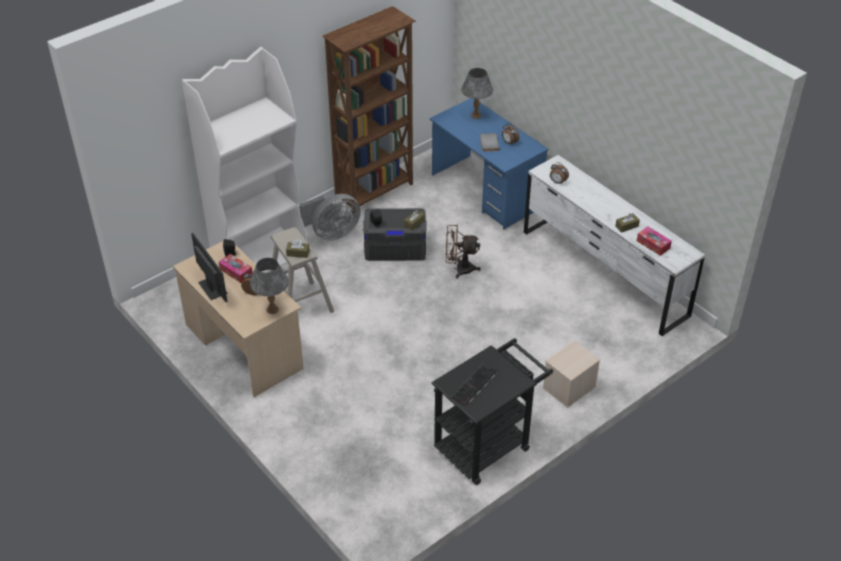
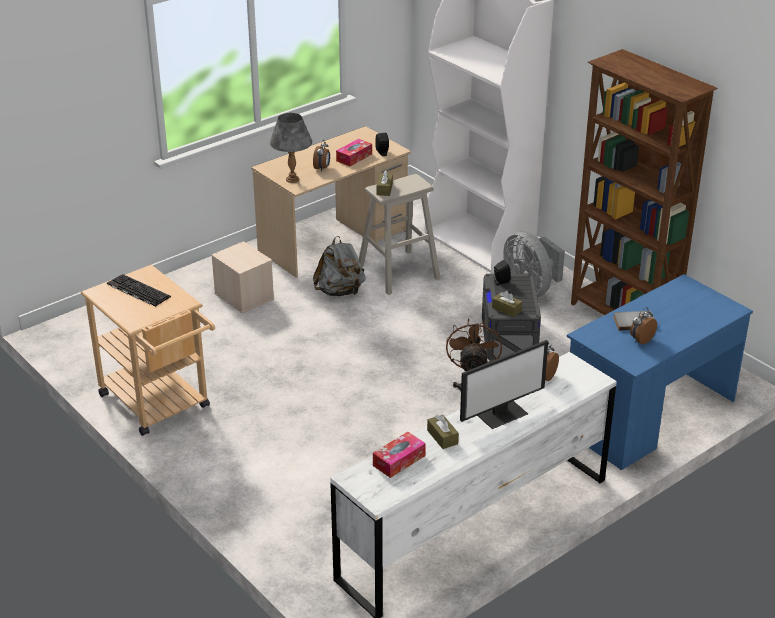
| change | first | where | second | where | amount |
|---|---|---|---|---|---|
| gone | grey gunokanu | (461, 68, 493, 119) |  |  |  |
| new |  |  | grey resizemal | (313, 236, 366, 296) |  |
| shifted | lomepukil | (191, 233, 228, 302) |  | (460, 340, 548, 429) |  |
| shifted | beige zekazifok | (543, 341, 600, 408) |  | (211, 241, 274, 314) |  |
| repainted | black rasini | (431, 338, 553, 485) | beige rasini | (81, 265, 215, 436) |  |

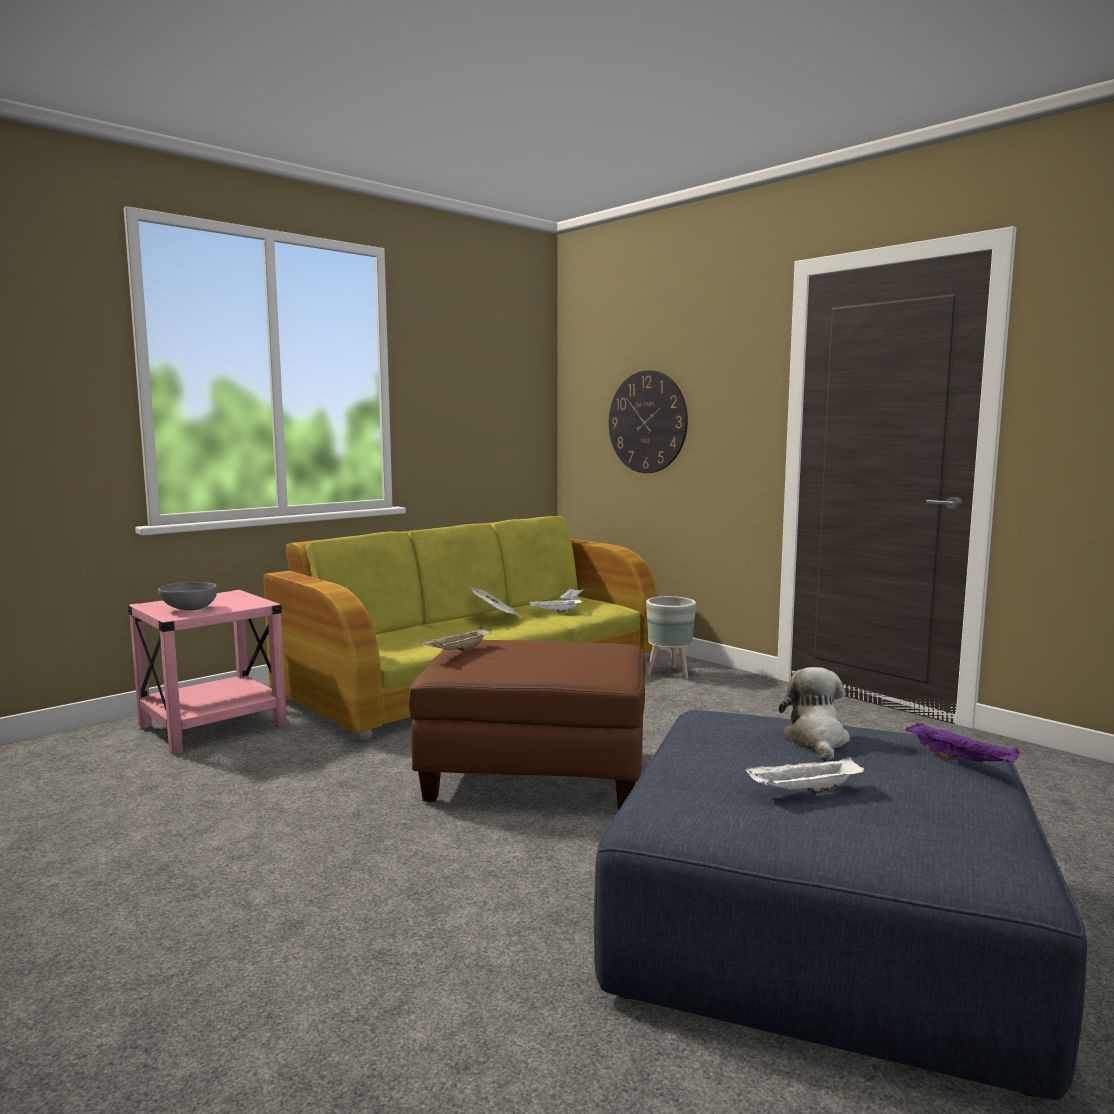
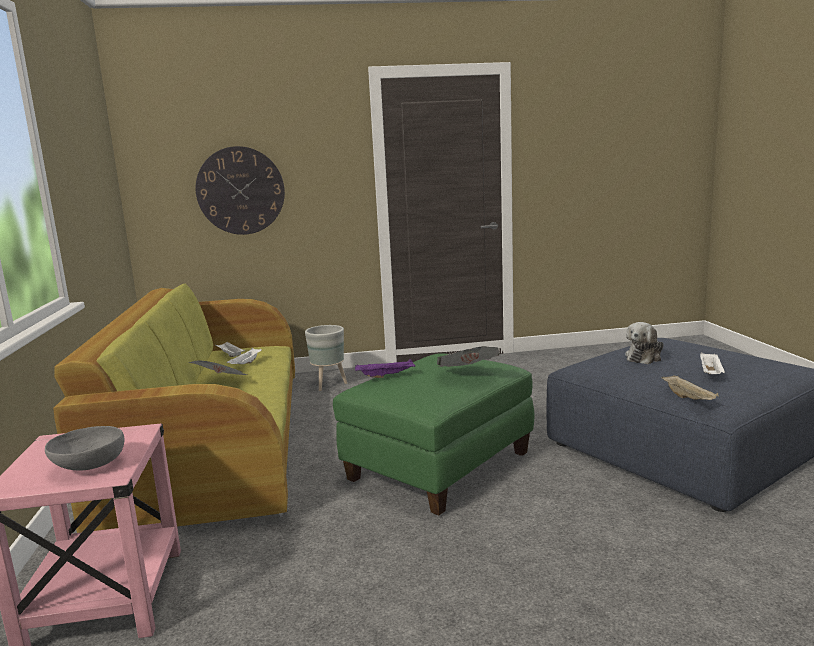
| change | first | where | second | where | amount |
|---|---|---|---|---|---|
| new |  |  | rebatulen | (437, 346, 500, 367) |  |
| shifted | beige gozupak | (421, 627, 492, 651) |  | (662, 375, 719, 400) |  |
| shifted | purple gozupak | (906, 723, 1020, 762) |  | (355, 359, 415, 378) |  |
| repainted | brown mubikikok | (408, 640, 645, 810) | green mubikikok | (333, 353, 534, 515) |  |
| rotated | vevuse | (779, 667, 850, 761) |  | (625, 322, 664, 364) | 90 degrees counterclockwise |

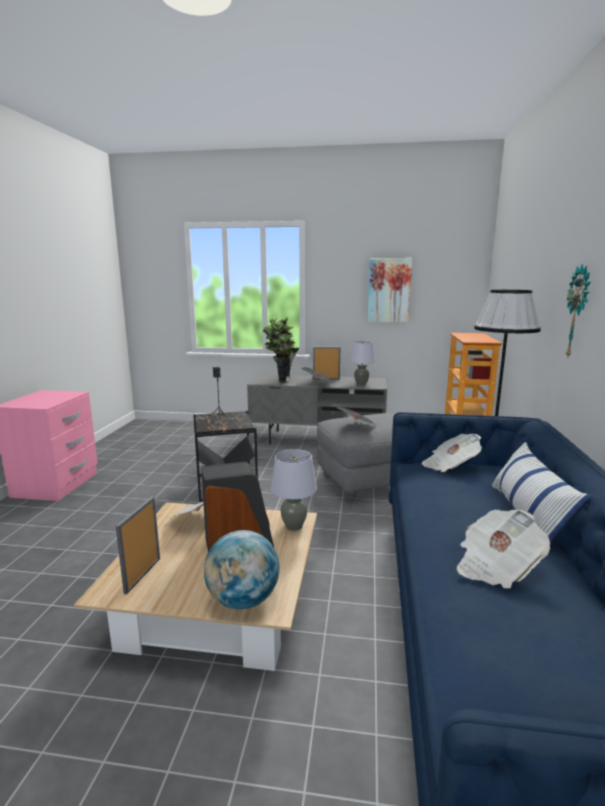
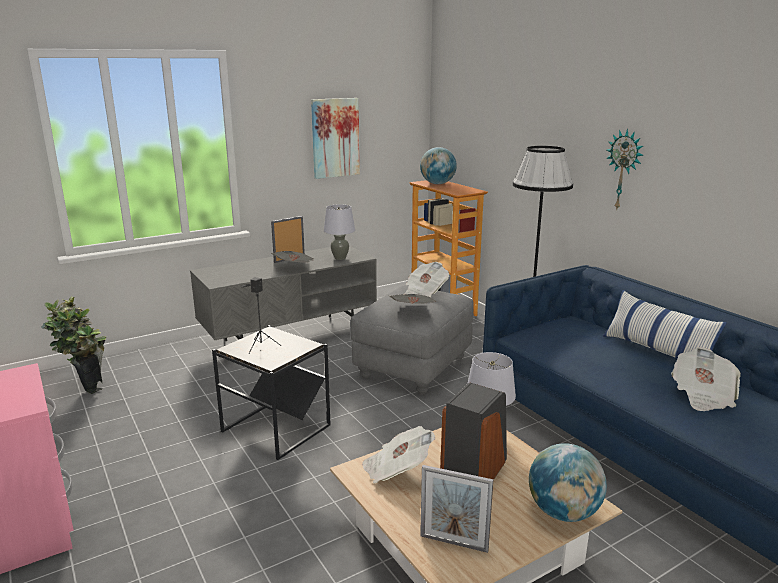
| change | first | where | second | where | amount |
|---|---|---|---|---|---|
| new |  |  | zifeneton | (420, 147, 457, 184) |  |
| shifted | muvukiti | (262, 318, 300, 383) |  | (41, 297, 106, 394) |  |
| shifted | rebatulen | (422, 434, 482, 472) |  | (405, 262, 449, 297) |  |
| rotated | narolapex | (116, 496, 160, 595) |  | (420, 465, 493, 553) | 45 degrees counterclockwise |

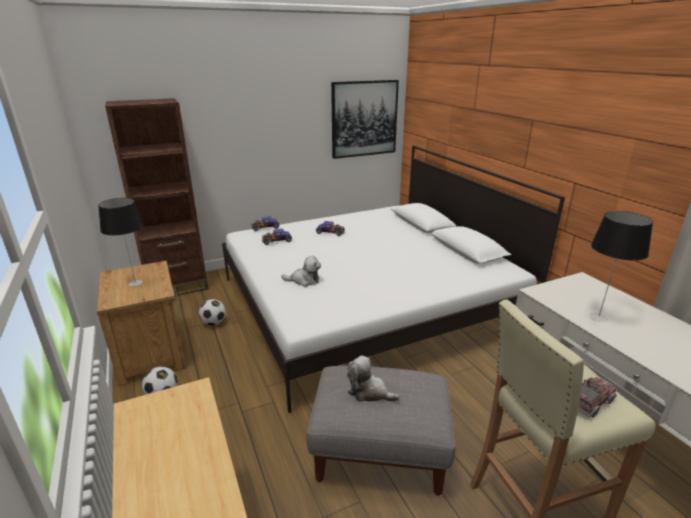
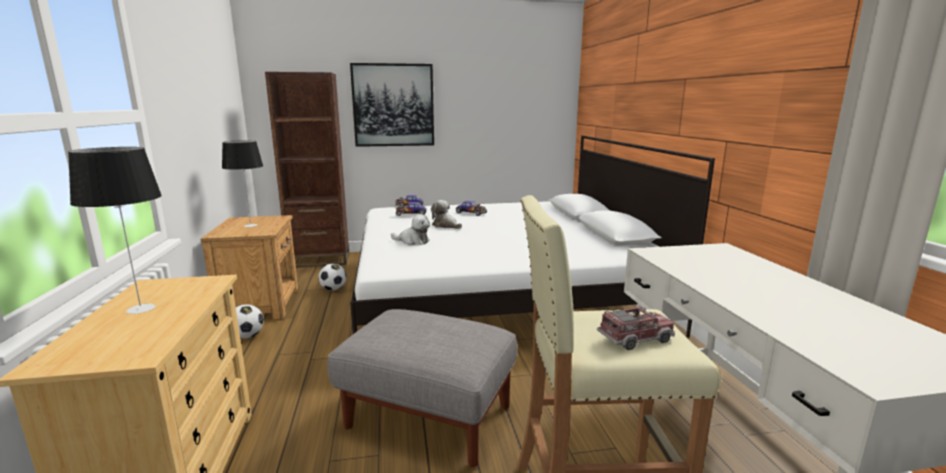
| change | first | where | second | where | amount |
|---|---|---|---|---|---|
| shifted | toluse | (331, 80, 399, 159) |  | (350, 63, 434, 147) |  |
| shifted | vevuse | (347, 356, 400, 402) |  | (431, 200, 462, 229) |  |
| shifted | gunokanu | (590, 211, 653, 322) |  | (68, 147, 162, 314) |  |

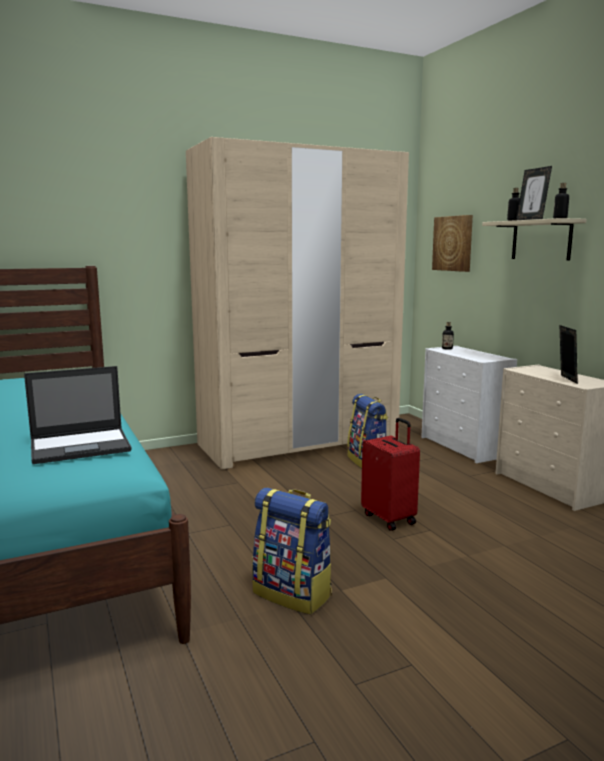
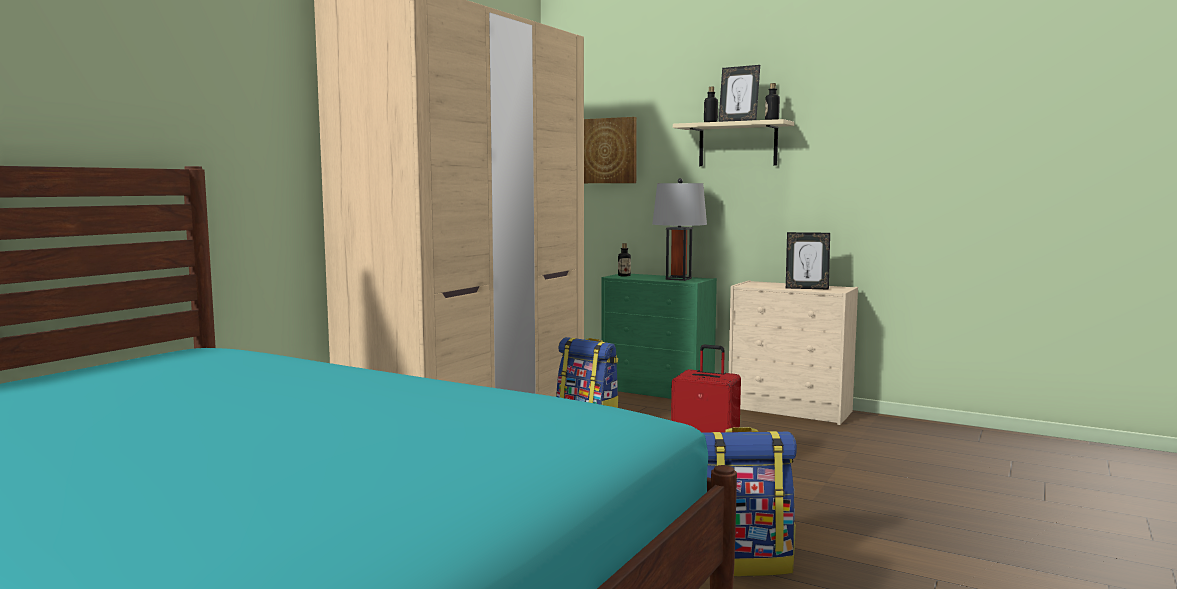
| change | first | where | second | where | amount |
|---|---|---|---|---|---|
| gone | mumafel | (24, 366, 132, 464) |  |  |  |
| new |  |  | grey gunokanu | (652, 178, 707, 281) |  |
| repainted | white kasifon | (421, 346, 517, 463) | green kasifon | (601, 274, 717, 399) |  |
| rotated | narolapex | (559, 325, 578, 384) |  | (786, 232, 830, 290) | 135 degrees clockwise |

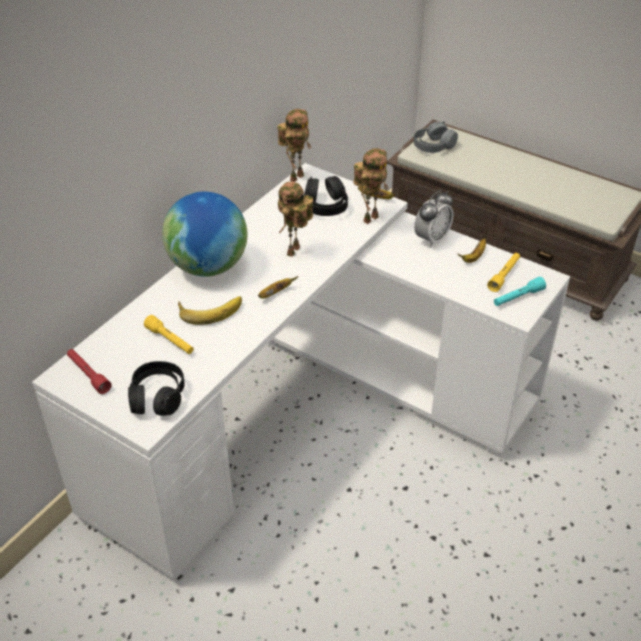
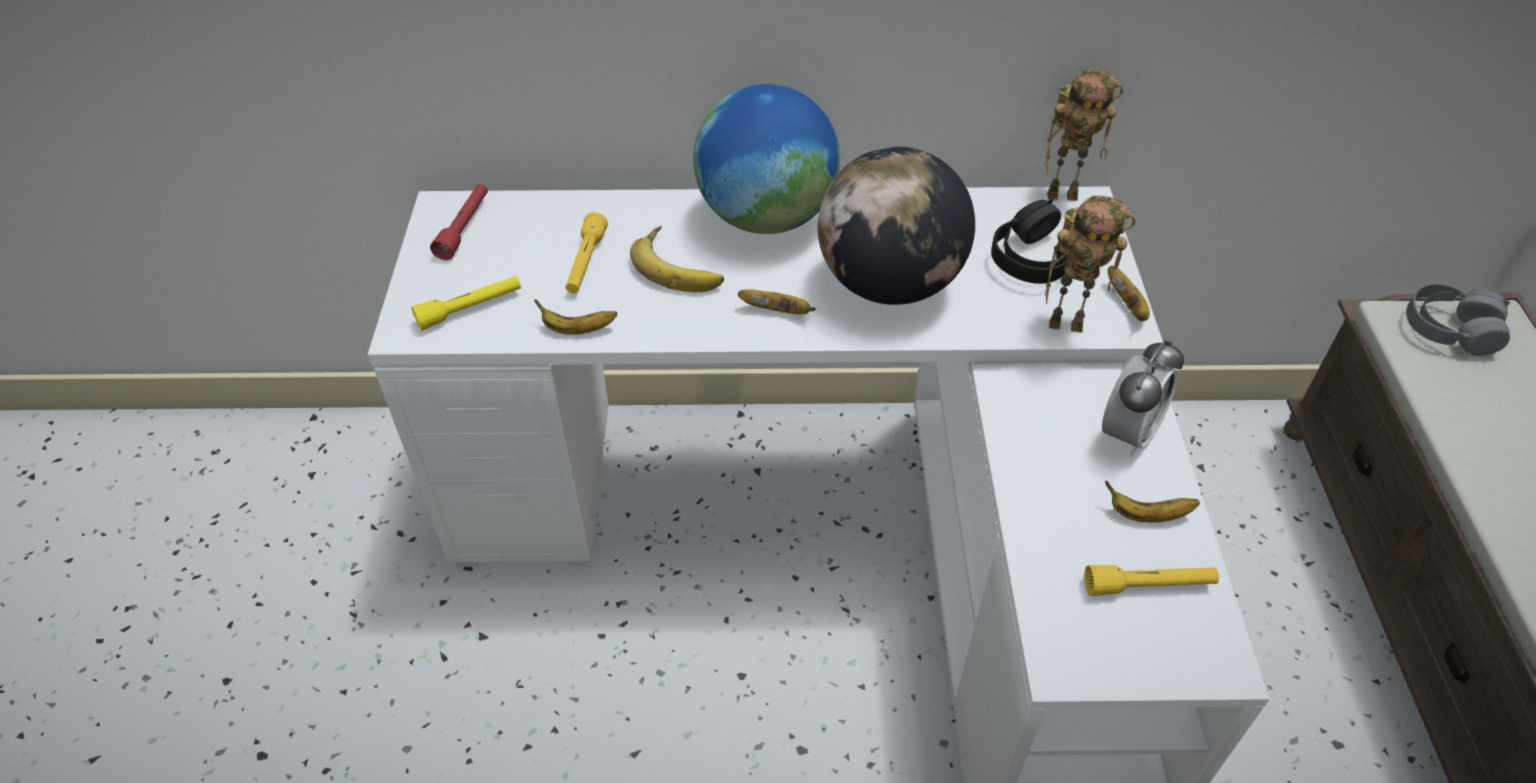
| change | first | where | second | where | amount |
|---|---|---|---|---|---|
| gone | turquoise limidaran | (494, 277, 546, 306) |  |  |  |
| new |  |  | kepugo | (534, 299, 617, 335) |  |
| swapped | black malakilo | (128, 361, 185, 416) | yellow limidaran | (411, 276, 521, 330) |  |
| swapped | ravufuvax | (278, 182, 313, 257) | zifeneton | (818, 147, 975, 305) |  |
| rotated | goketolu | (414, 190, 454, 248) |  | (1102, 340, 1184, 455) | 60 degrees counterclockwise |

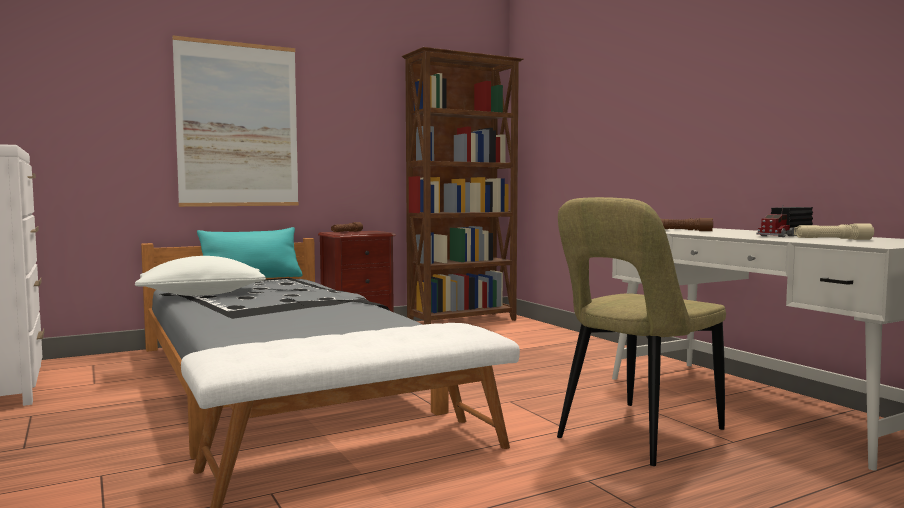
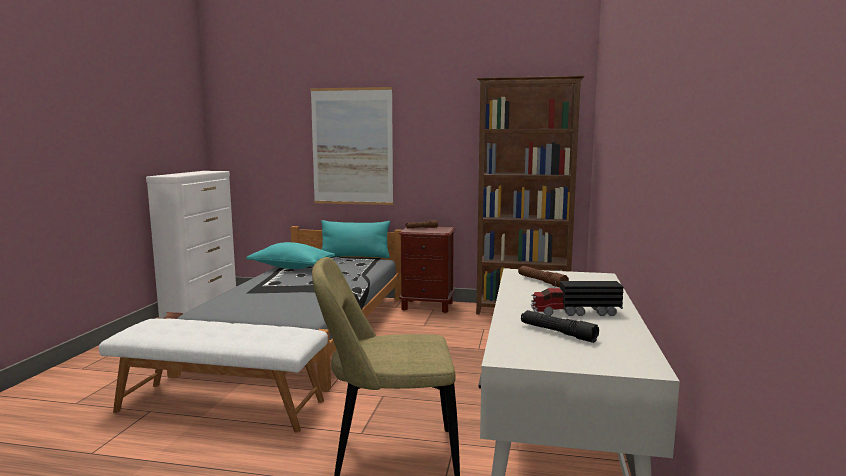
| change | first | where | second | where | amount |
|---|---|---|---|---|---|
| repainted | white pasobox | (135, 256, 266, 296) | turquoise pasobox | (246, 242, 335, 269) |  |
| repainted | beige limidaran | (794, 224, 874, 240) | black limidaran | (521, 310, 599, 343) |  |

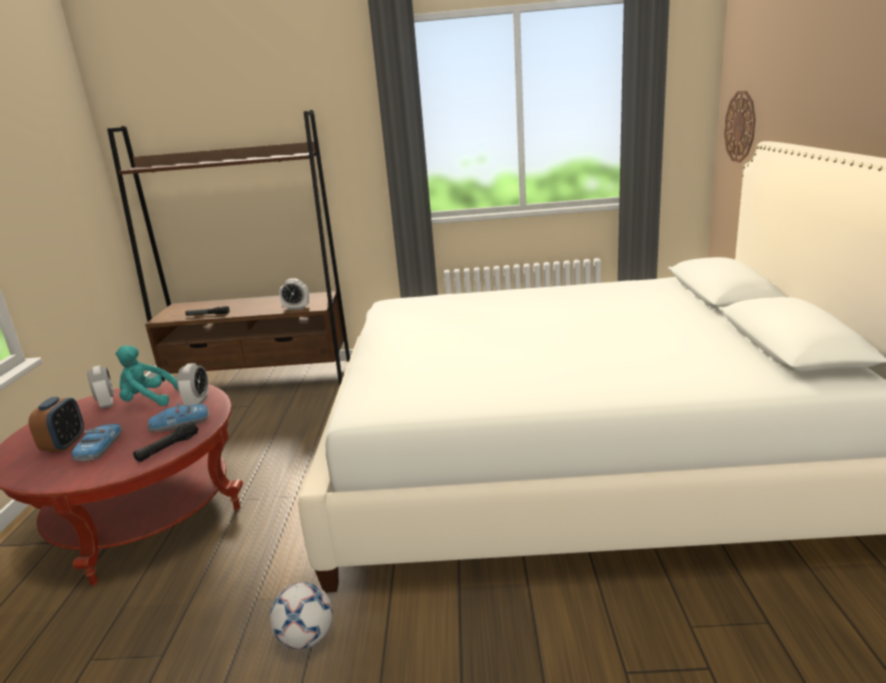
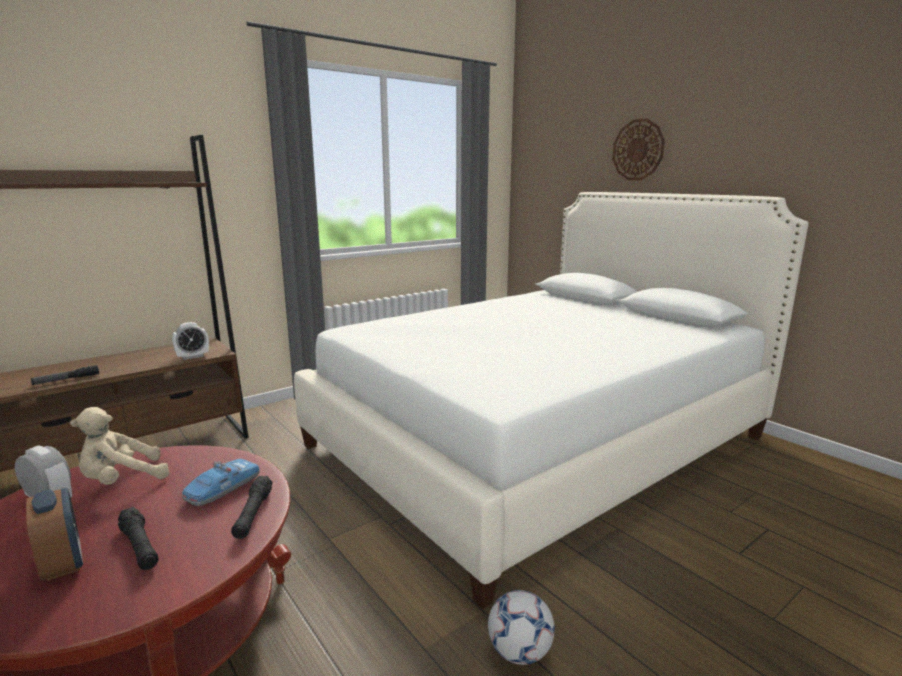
| change | first | where | second | where | amount |
|---|---|---|---|---|---|
| gone | goketolu | (177, 363, 209, 405) |  |  |  |
| shifted | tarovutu | (724, 91, 756, 163) |  | (612, 119, 665, 180) |  |
| swapped | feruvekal | (72, 424, 122, 462) | black limidaran | (118, 507, 158, 570) |  |
| repainted | turquoise vevuse | (115, 345, 178, 406) | beige vevuse | (70, 407, 170, 485) |  |

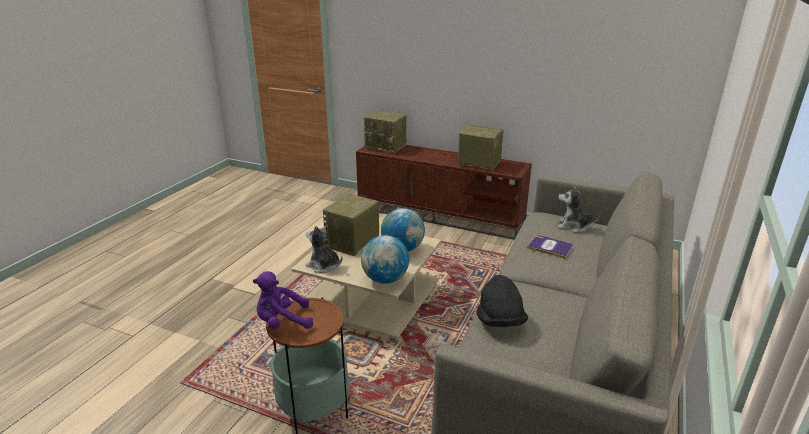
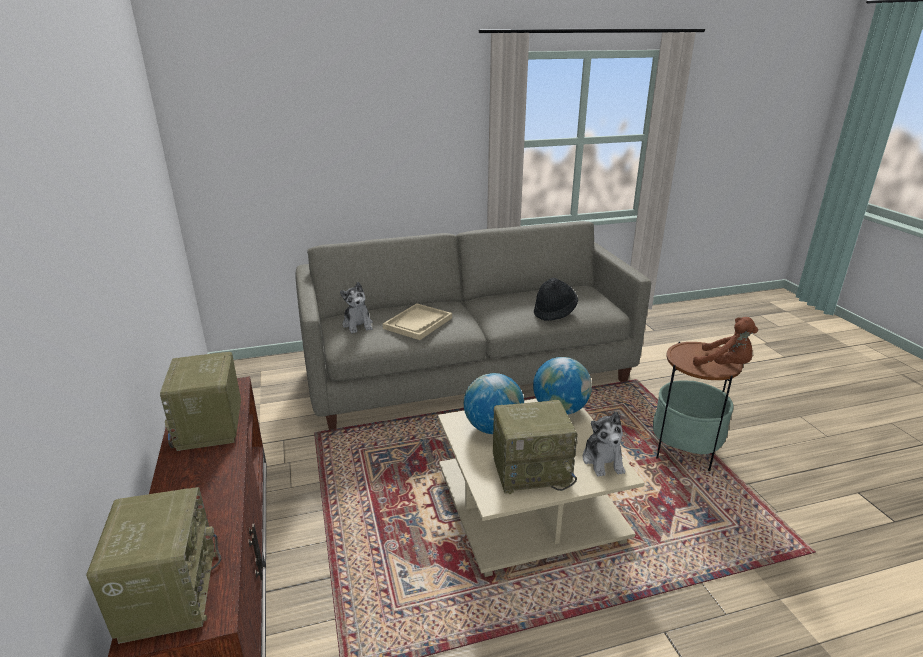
| change | first | where | second | where | amount |
|---|---|---|---|---|---|
| swapped | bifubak | (527, 235, 573, 259) | beige gozupak | (383, 303, 452, 340) |  |
| repainted | purple vevuse | (253, 271, 313, 329) | brown vevuse | (693, 317, 758, 367) |  |

